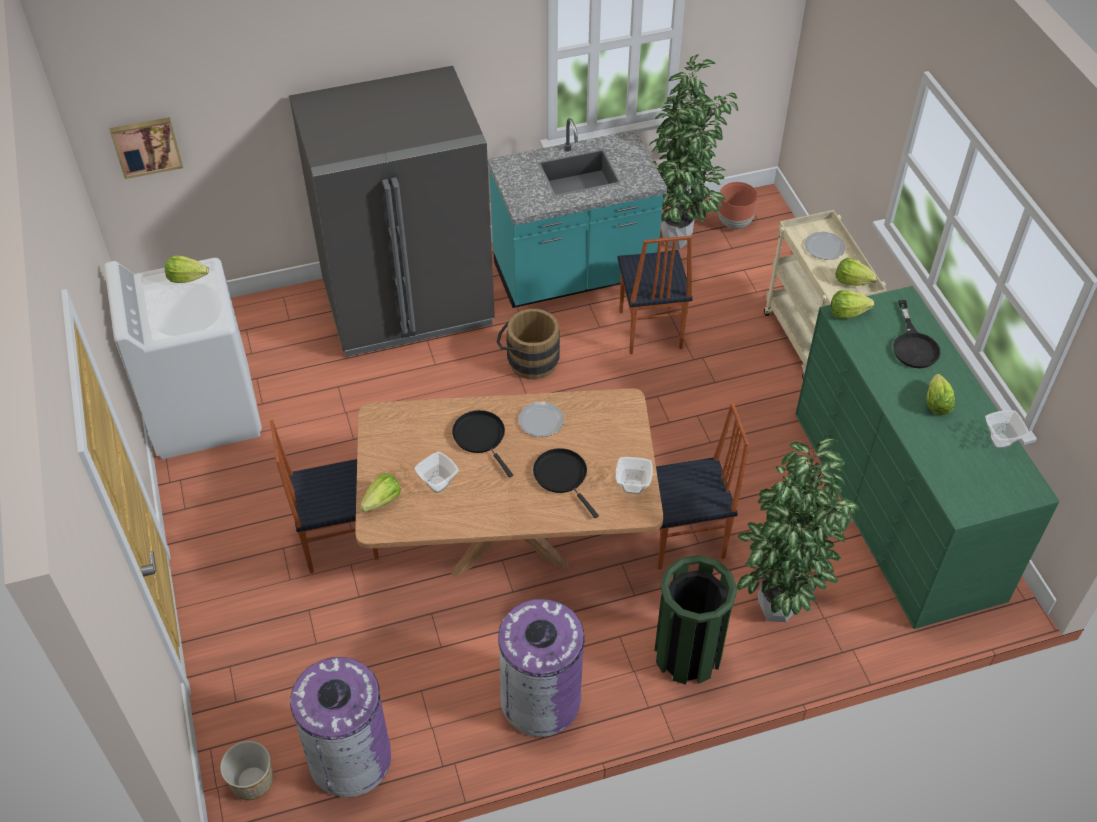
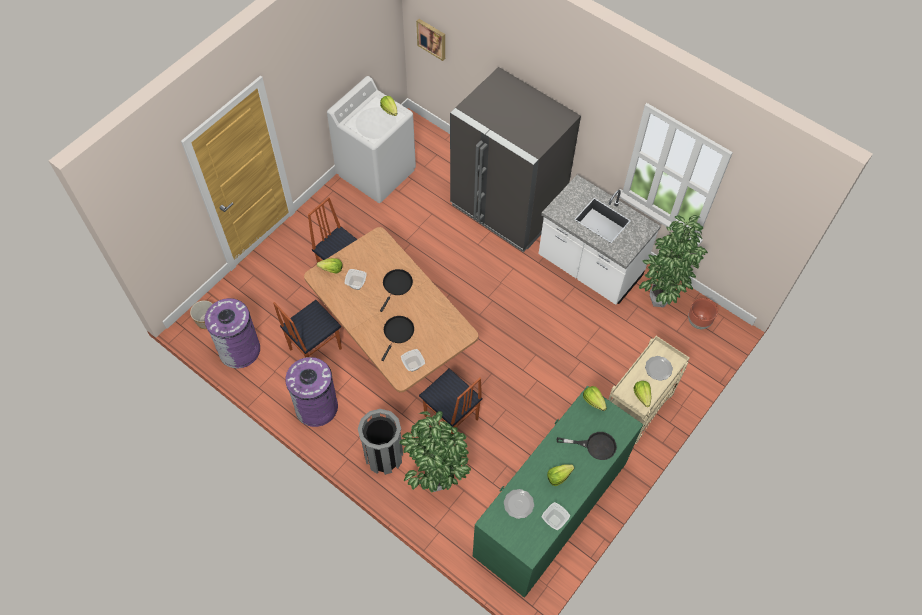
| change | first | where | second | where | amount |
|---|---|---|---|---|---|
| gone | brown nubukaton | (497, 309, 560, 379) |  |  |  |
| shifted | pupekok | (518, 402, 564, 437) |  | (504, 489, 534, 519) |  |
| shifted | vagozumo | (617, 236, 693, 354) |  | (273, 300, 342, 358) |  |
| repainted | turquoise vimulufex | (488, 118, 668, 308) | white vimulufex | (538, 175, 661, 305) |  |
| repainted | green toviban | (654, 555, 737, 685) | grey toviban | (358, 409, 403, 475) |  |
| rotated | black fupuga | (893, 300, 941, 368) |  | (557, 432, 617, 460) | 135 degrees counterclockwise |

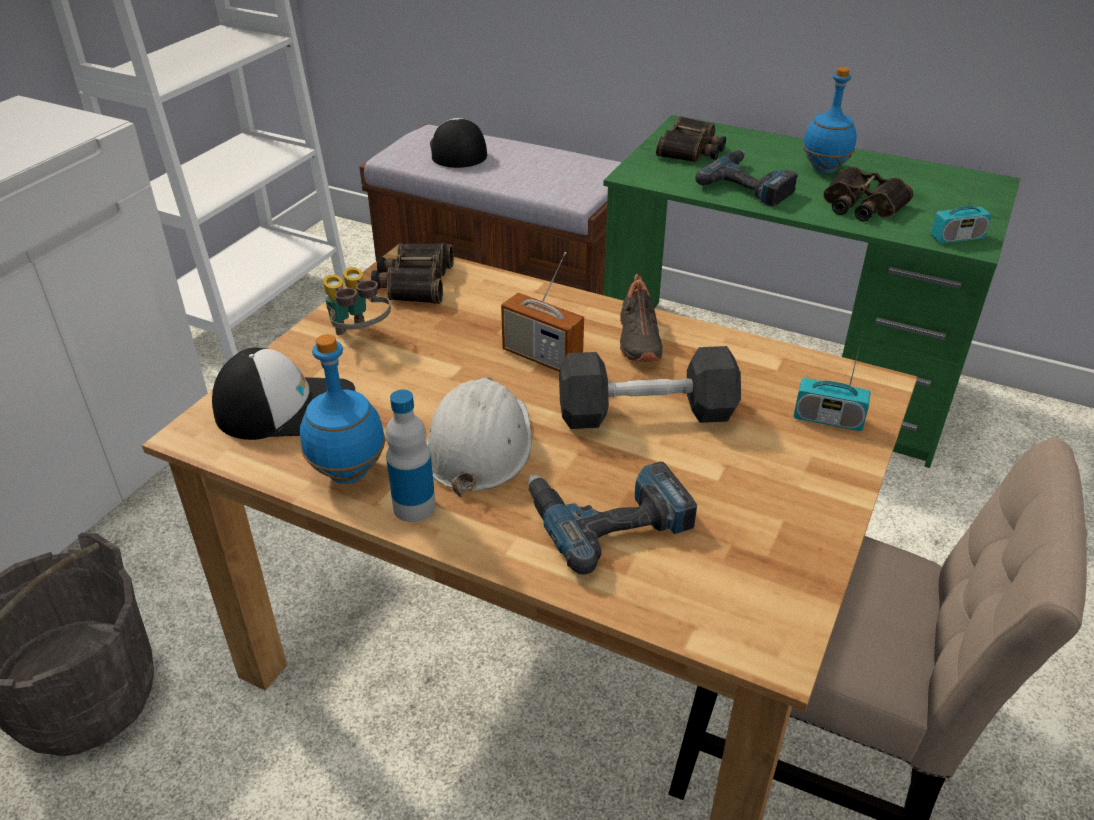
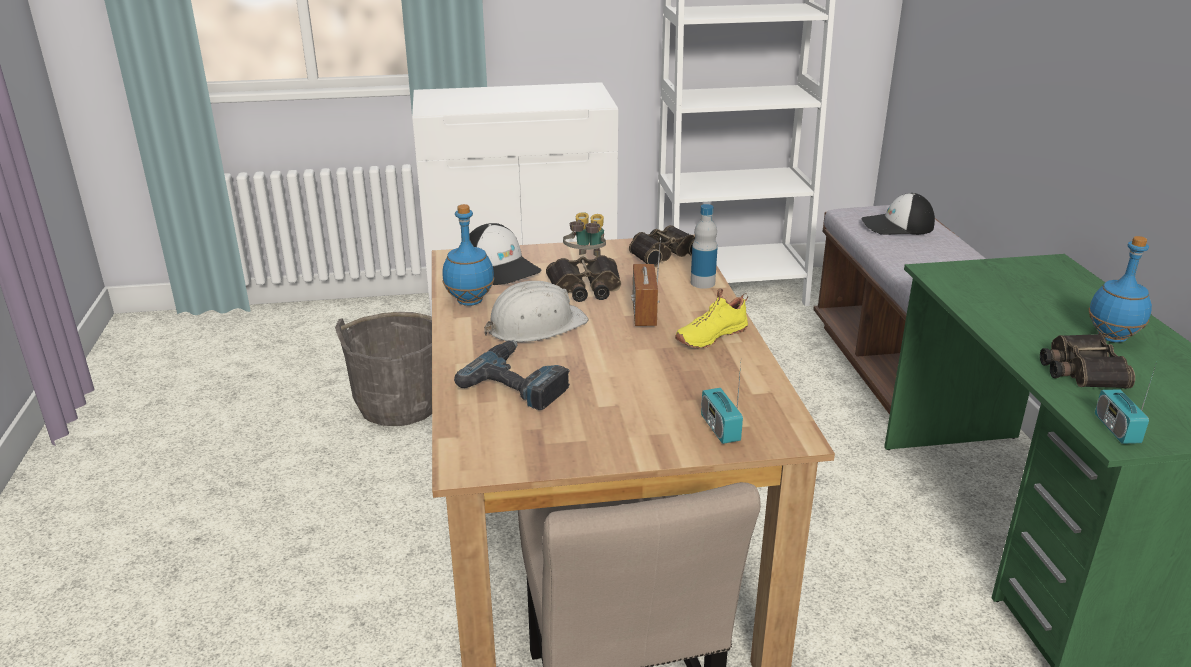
| change | first | where | second | where | amount |
|---|---|---|---|---|---|
| gone | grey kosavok | (559, 346, 741, 429) |  |  |  |
| gone | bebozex | (695, 150, 798, 207) |  |  |  |
| shifted | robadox | (385, 389, 436, 522) |  | (691, 204, 718, 289) |  |
| shifted | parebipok | (656, 116, 726, 162) |  | (546, 255, 621, 302) |  |
| repainted | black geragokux | (620, 274, 663, 362) | yellow geragokux | (675, 288, 748, 348) |  |
| rotated | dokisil | (430, 118, 487, 168) |  | (861, 193, 935, 235) | 135 degrees counterclockwise |
| rotated | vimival | (931, 161, 992, 243) |  | (1095, 362, 1157, 444) | 45 degrees clockwise |

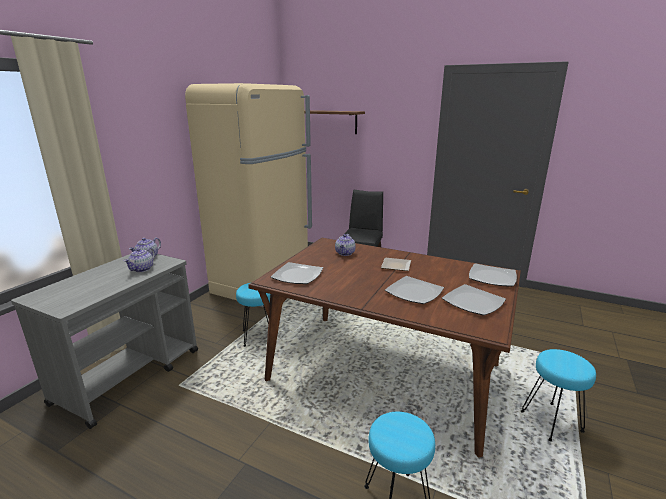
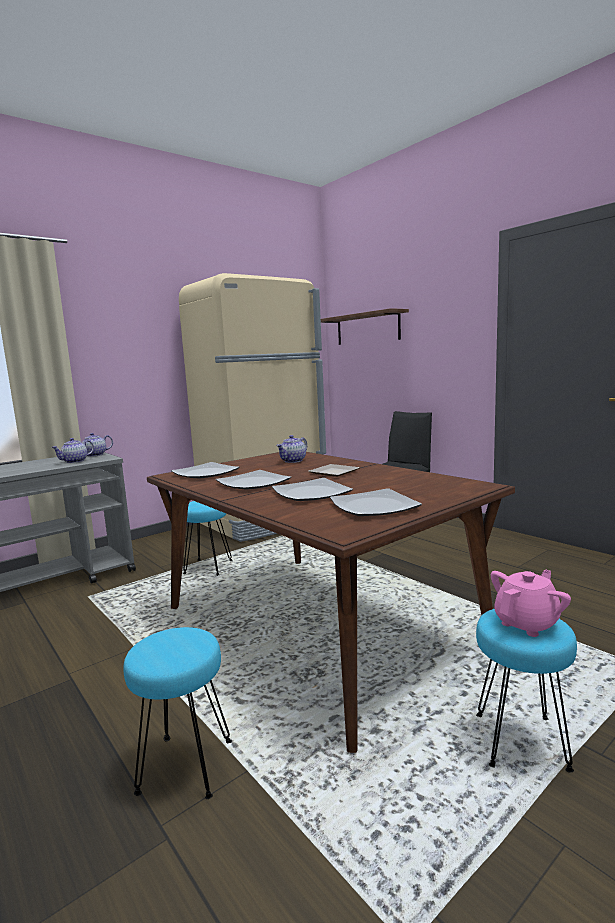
| change | first | where | second | where | amount |
|---|---|---|---|---|---|
| new |  |  | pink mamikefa | (491, 570, 571, 637) |  |
| shifted | pupekok | (469, 263, 517, 287) |  | (216, 470, 291, 489) |  |

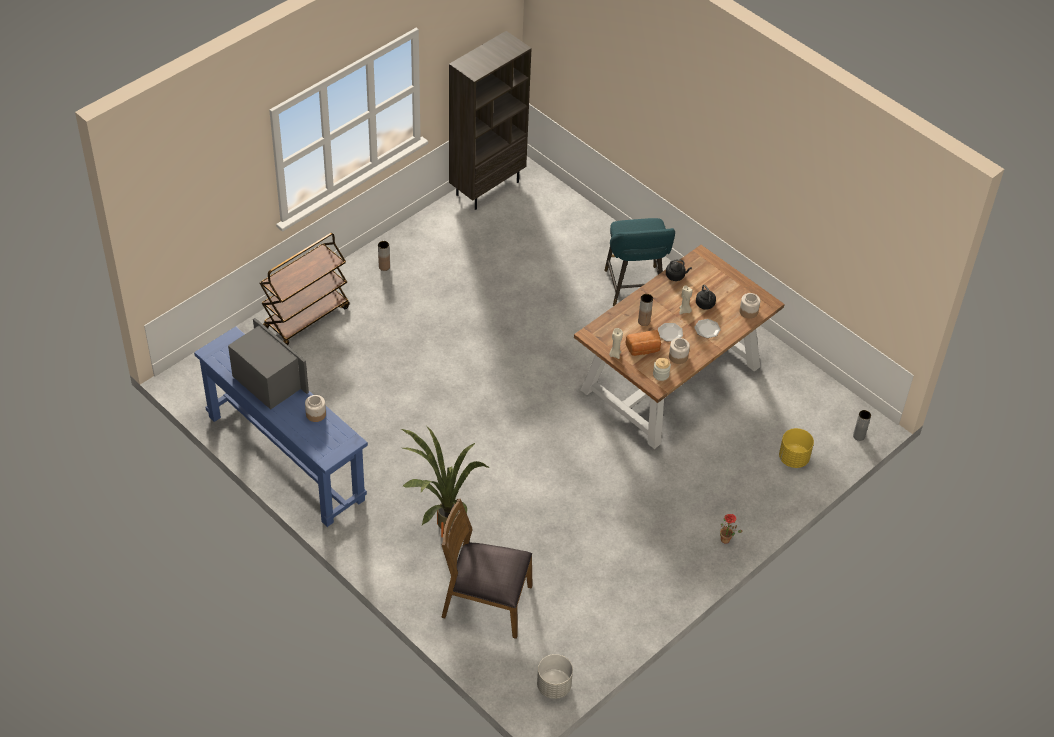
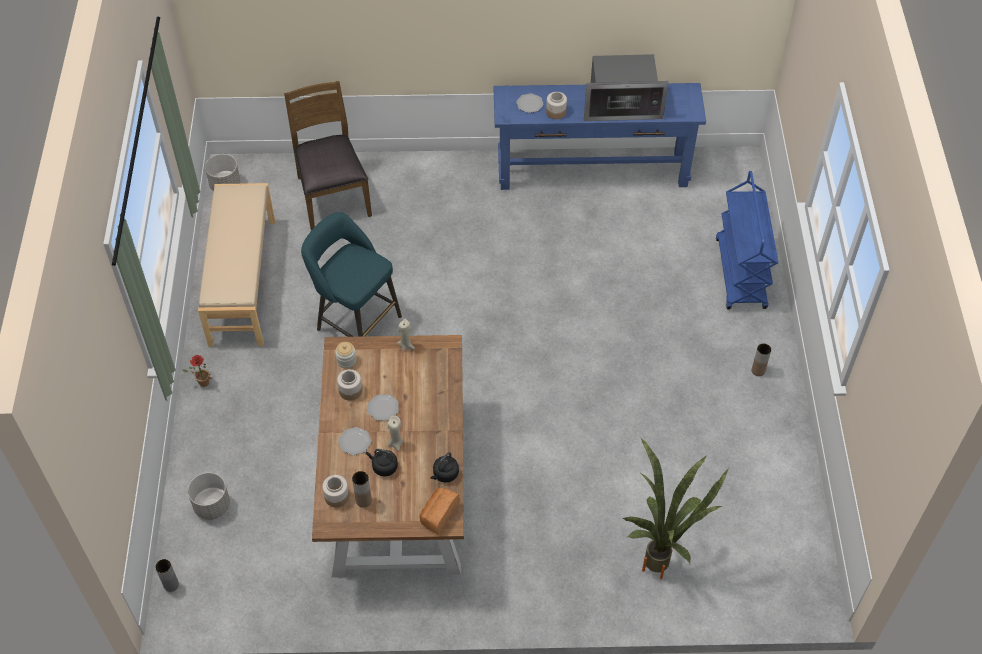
| change | first | where | second | where | amount |
|---|---|---|---|---|---|
| gone | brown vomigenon | (449, 31, 531, 210) |  |  |  |
| new |  |  | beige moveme | (198, 183, 275, 347) |  |
| new |  |  | pupekok | (516, 93, 544, 113) |  |
| shifted | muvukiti | (400, 427, 490, 538) |  | (622, 438, 729, 579) |  |
| shifted | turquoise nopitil | (605, 218, 675, 306) |  | (301, 212, 402, 337) |  |
| shifted | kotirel | (626, 330, 661, 356) |  | (420, 488, 459, 535) |  |
| shifted | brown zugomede | (638, 294, 653, 326) |  | (352, 471, 372, 507) |  |
| repainted | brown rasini | (260, 233, 349, 345) | blue rasini | (716, 171, 778, 309) |  |
| repainted | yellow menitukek | (779, 428, 814, 468) | grey menitukek | (188, 473, 230, 520) |  |
| rotated | brown vagozumo | (441, 499, 532, 639) |  | (284, 81, 372, 231) | 75 degrees counterclockwise |

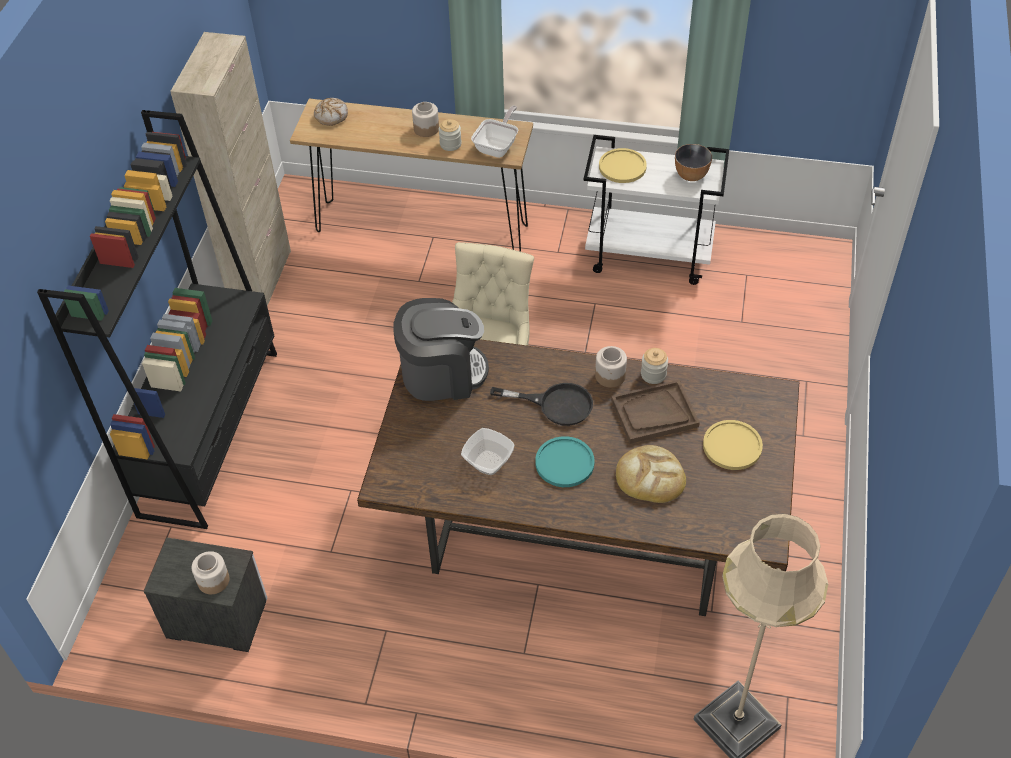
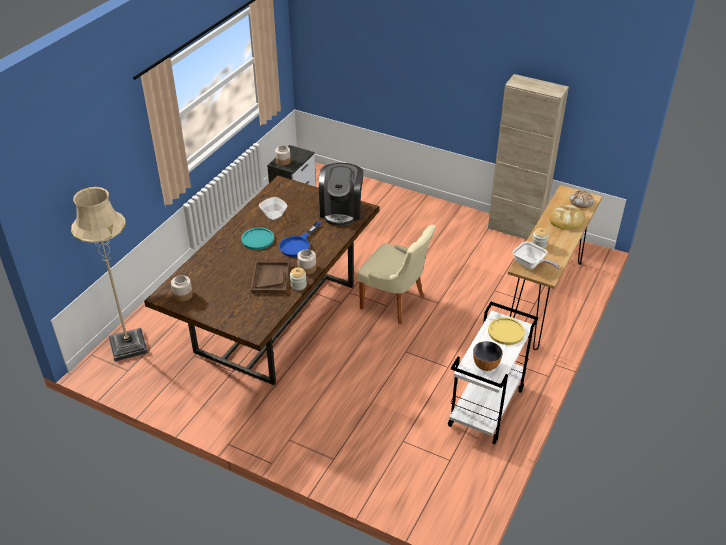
| change | first | where | second | where | amount |
|---|---|---|---|---|---|
| gone | black vomigenon | (37, 110, 277, 529) |  |  |  |
| gone | yellow pupekok | (703, 420, 763, 470) |  |  |  |
| shifted | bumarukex | (412, 102, 439, 137) |  | (171, 275, 193, 302) |  |
| shifted | kotirel | (616, 445, 686, 503) |  | (549, 204, 586, 229) |  |
| repainted | black fupuga | (490, 383, 593, 426) | blue fupuga | (279, 222, 321, 257) |  |

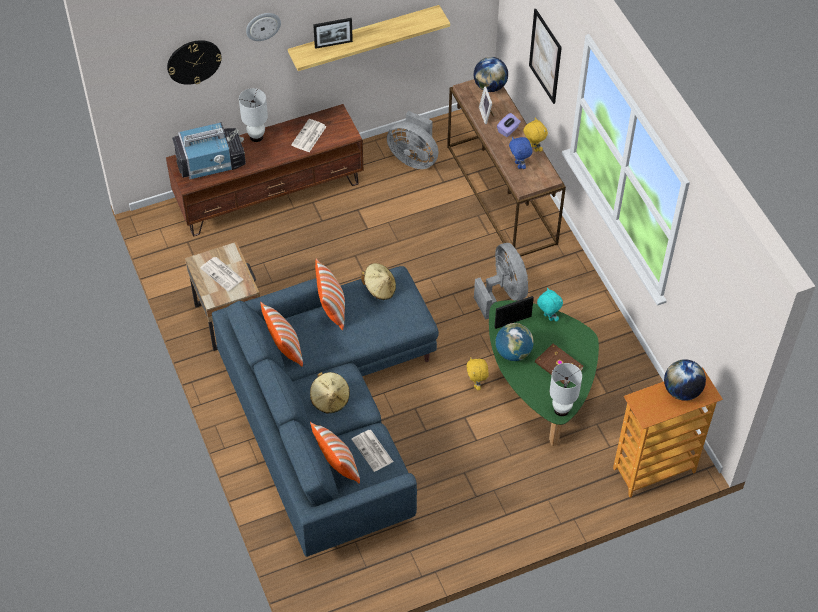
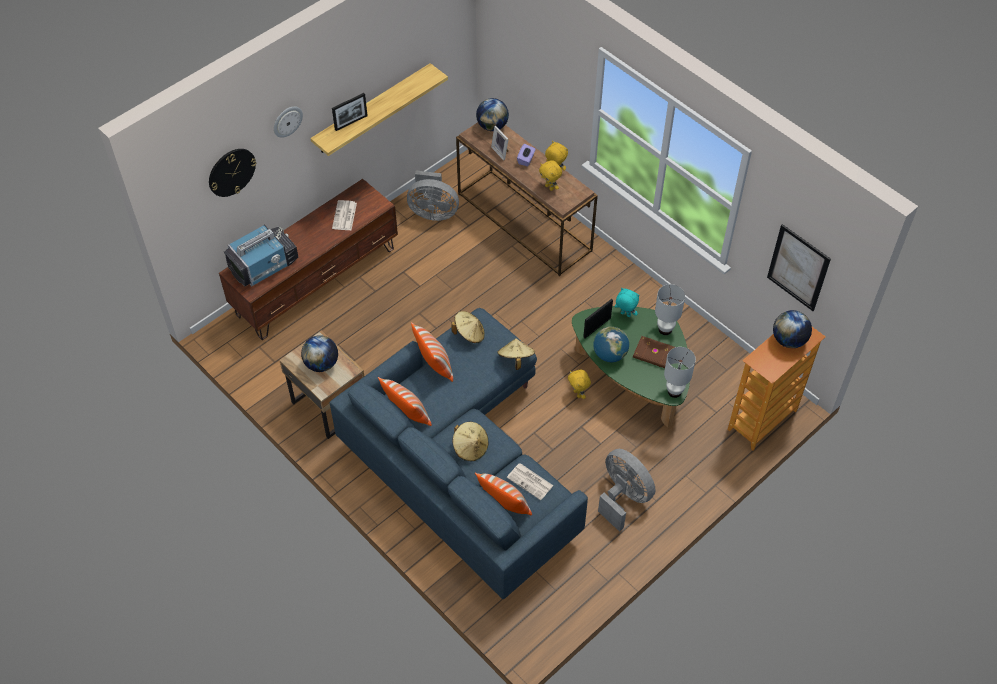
| change | first | where | second | where | amount |
|---|---|---|---|---|---|
| new |  |  | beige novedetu | (497, 338, 535, 370) |  |
| shifted | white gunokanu | (239, 88, 268, 142) |  | (655, 284, 685, 335) |  |
| shifted | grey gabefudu | (474, 243, 528, 320) |  | (598, 449, 655, 532) |  |
| shifted | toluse | (529, 9, 562, 104) |  | (767, 224, 831, 311) |  |
| swapped | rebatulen | (200, 257, 244, 291) | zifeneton | (301, 335, 338, 372) |  |
| repainted | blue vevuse | (509, 137, 532, 169) | yellow vevuse | (539, 160, 562, 191) |  |

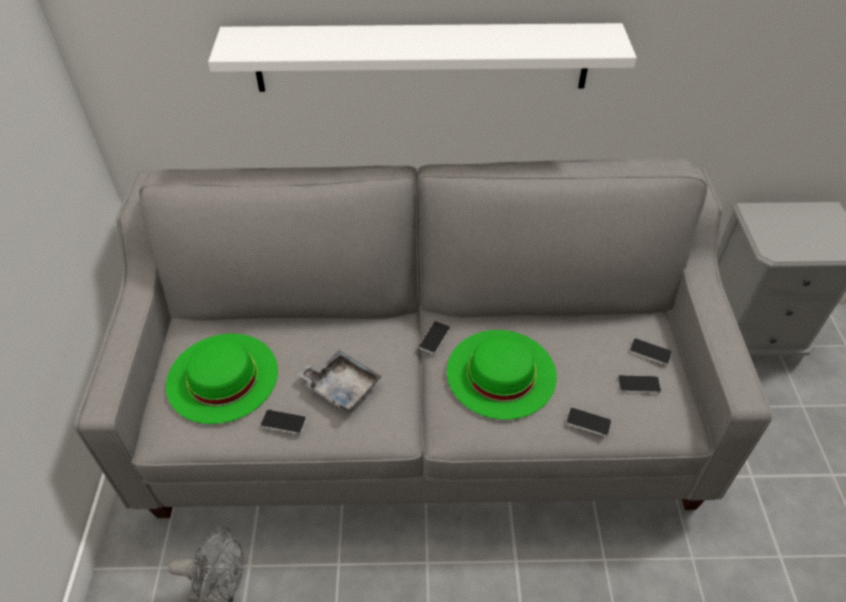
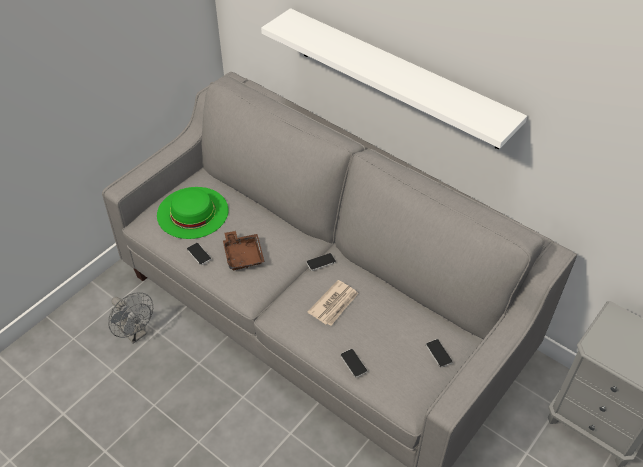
| change | first | where | second | where | amount |
|---|---|---|---|---|---|
| gone | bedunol | (618, 375, 661, 393) |  |  |  |
| swapped | green novedetu | (447, 330, 557, 420) | rebatulen | (307, 280, 359, 326) |  |
| repainted | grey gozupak | (297, 350, 382, 413) | brown gozupak | (223, 231, 265, 270) |  |

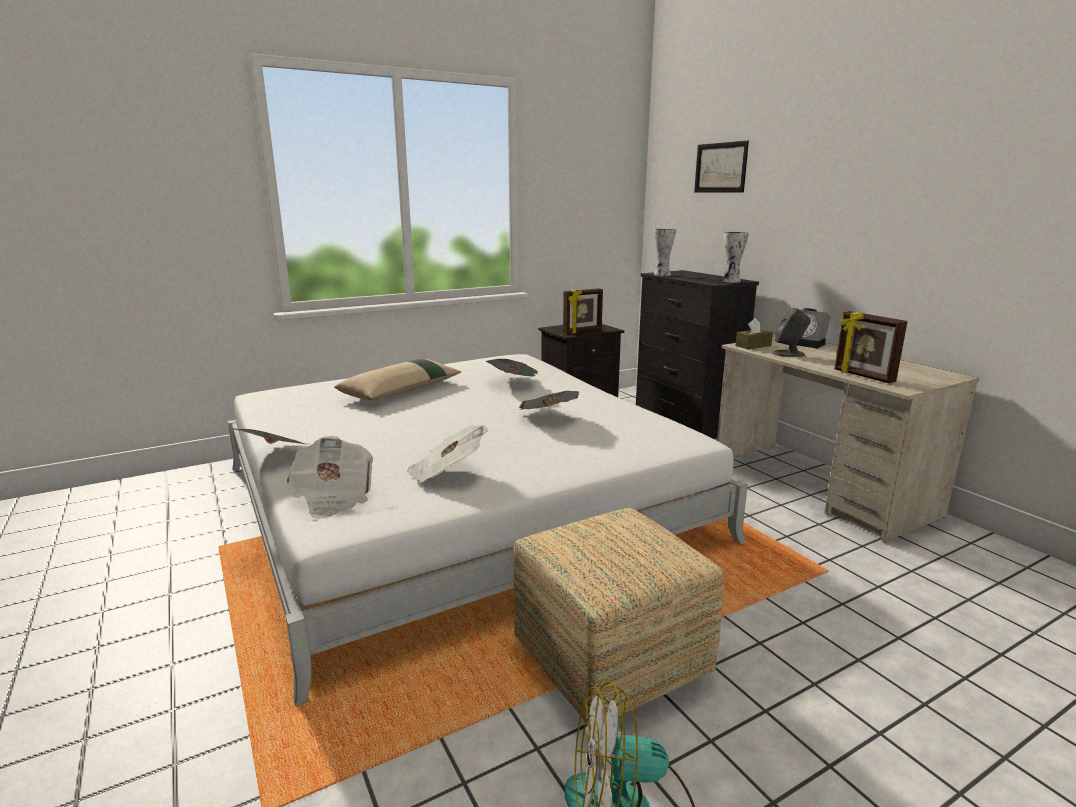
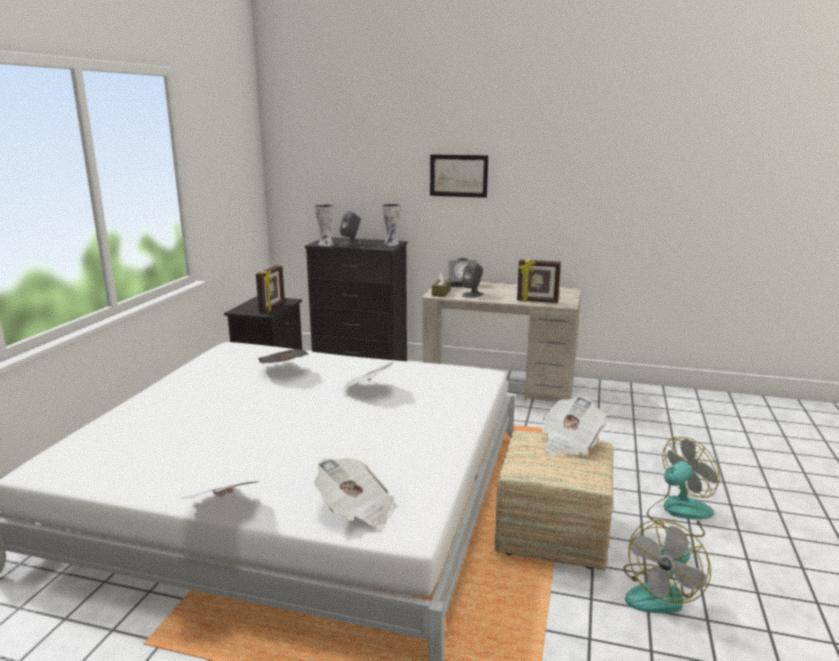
| change | first | where | second | where | amount |
|---|---|---|---|---|---|
| gone | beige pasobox | (334, 359, 461, 400) |  |  |  |
| new |  |  | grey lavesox | (340, 211, 361, 246) |  |
| new |  |  | gabefudu | (647, 436, 720, 537) |  |
| shifted | rebatulen | (407, 425, 488, 483) |  | (542, 396, 607, 455) |  |
| shifted | toluse | (694, 141, 749, 193) |  | (430, 154, 488, 198) |  |

